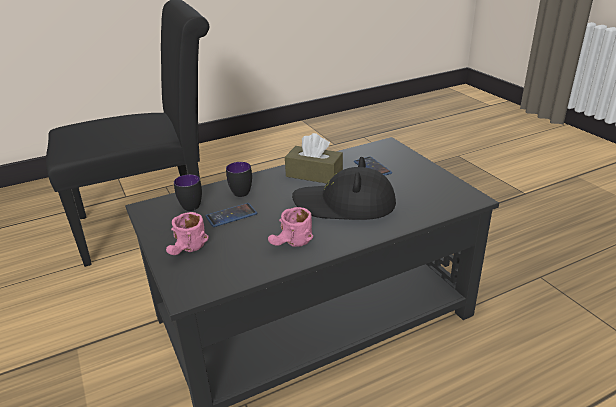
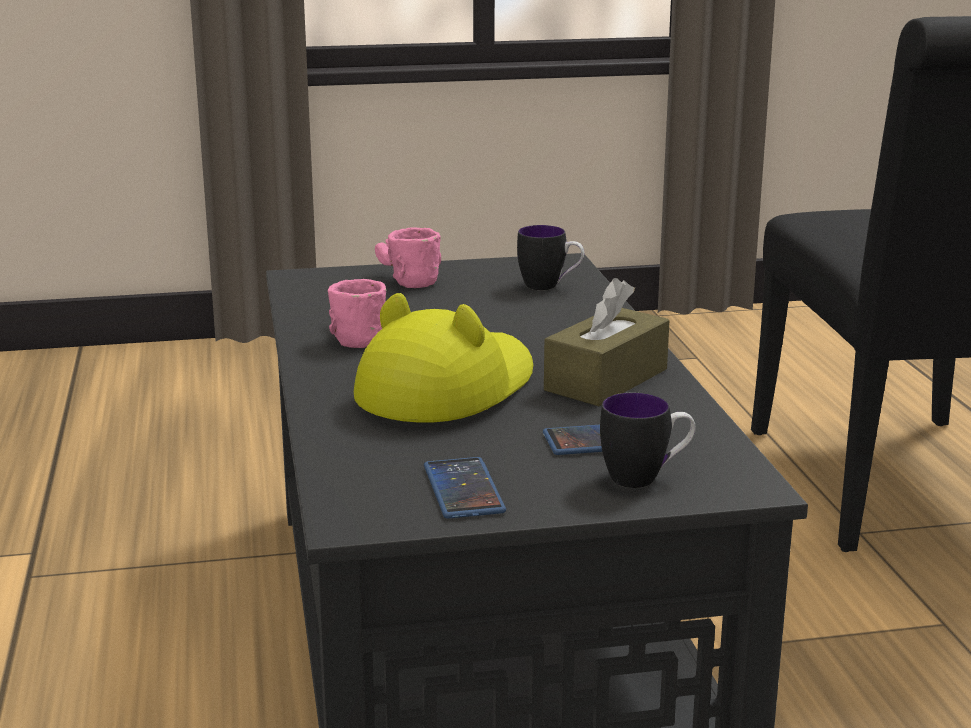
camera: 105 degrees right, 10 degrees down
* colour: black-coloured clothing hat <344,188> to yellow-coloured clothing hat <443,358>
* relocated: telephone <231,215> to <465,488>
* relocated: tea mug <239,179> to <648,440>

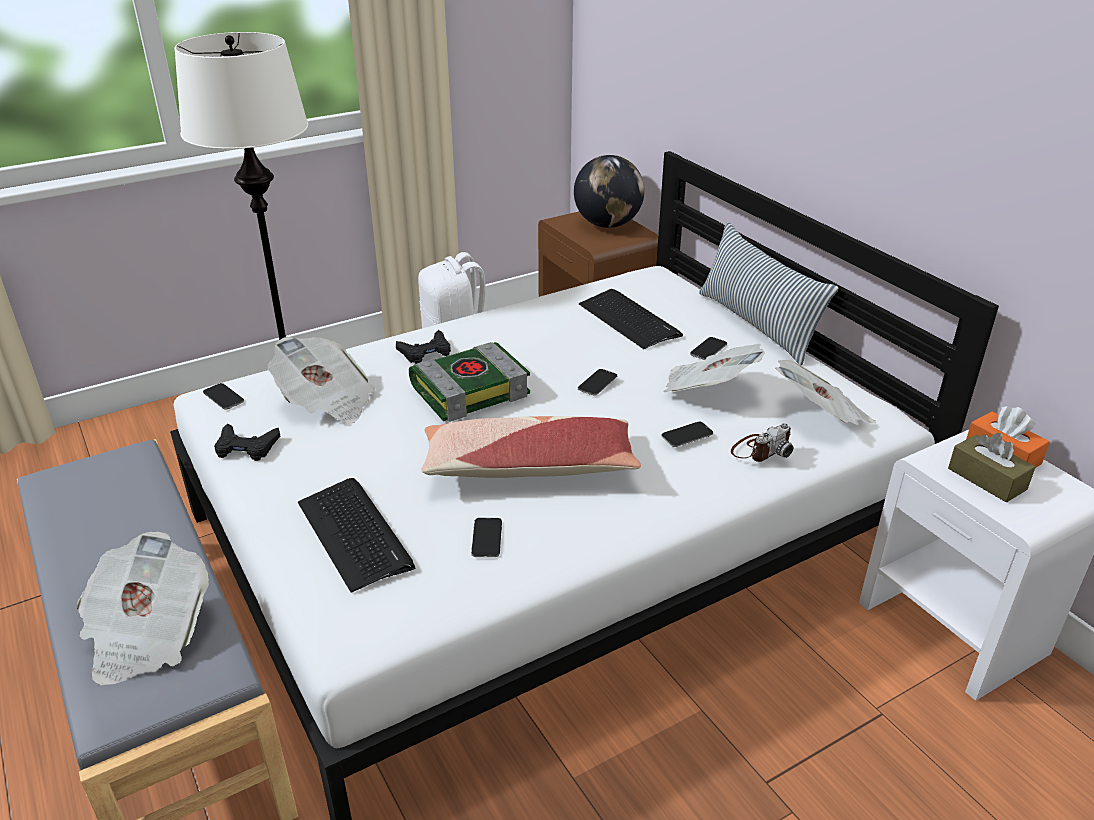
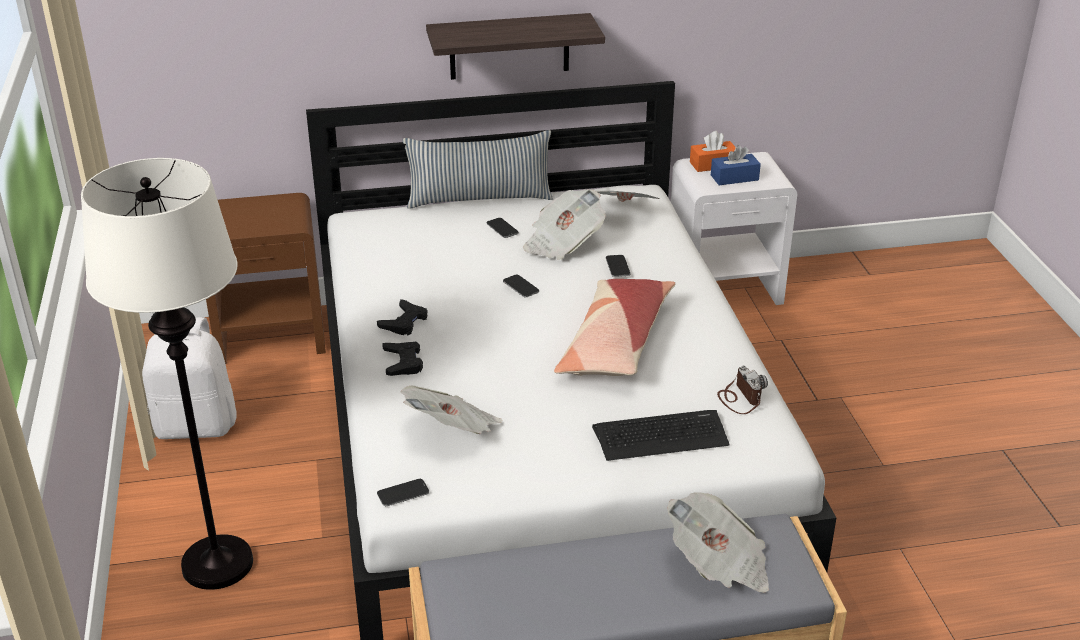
camera: 70 degrees left, 0 degrees up
* relocated: black-coloured gamepad <247,442> to <402,317>
* appeared: wall shelf <515,46>
* colour: brown tissue holder <992,467> to blue tissue holder <736,165>
* relocated: still camera <762,442> to <742,390>
* missing: bound book <469,382>
* missing: telephone <486,537>
* missing: desk globe <609,191>
* missing: keyboard <631,319>

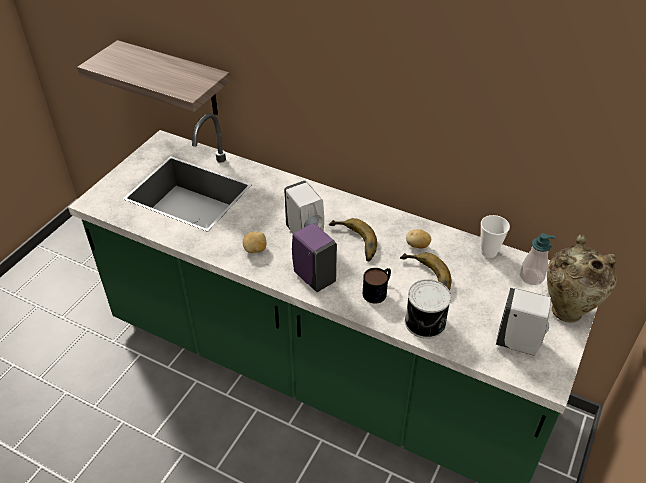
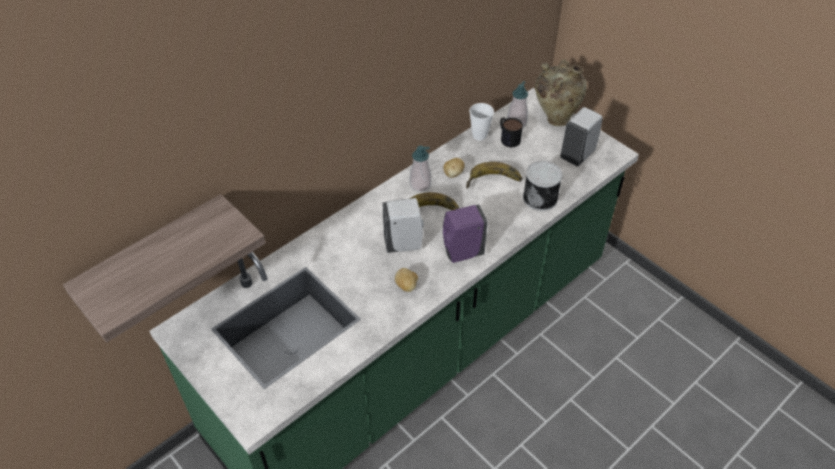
camera: 70 degrees left, 5 degrees up
* appeared: soap dispenser <420,168>
* relocated: tea mug <377,286> to <511,132>

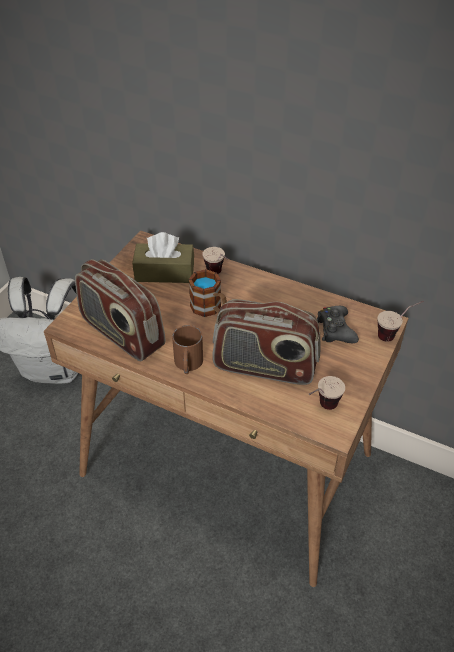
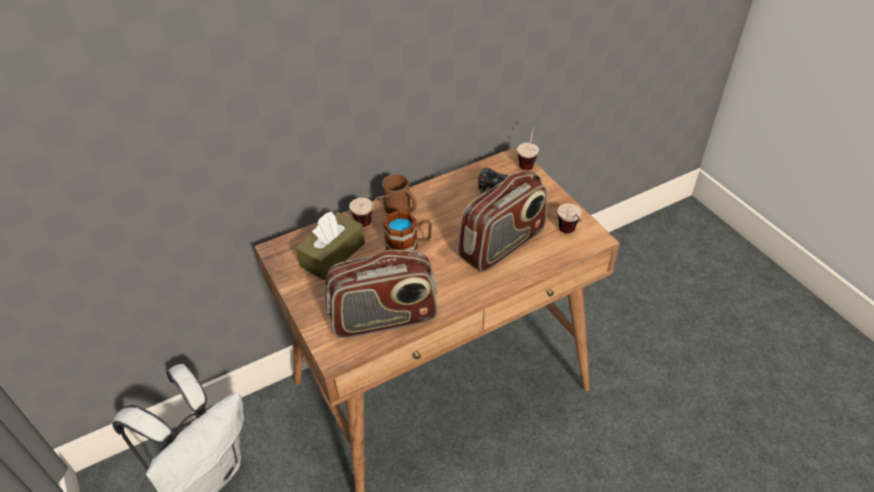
camera: 55 degrees left, 0 degrees up
* relocated: brown tea mug <187,349> to <399,194>

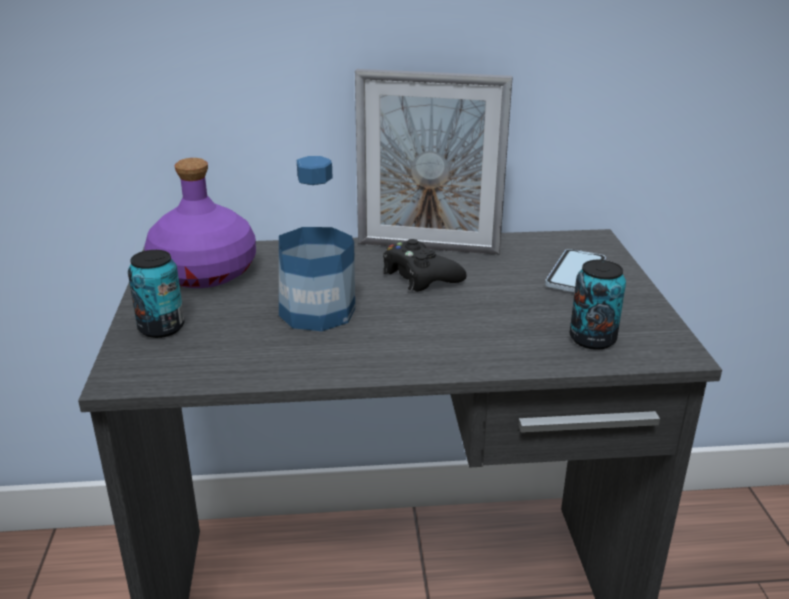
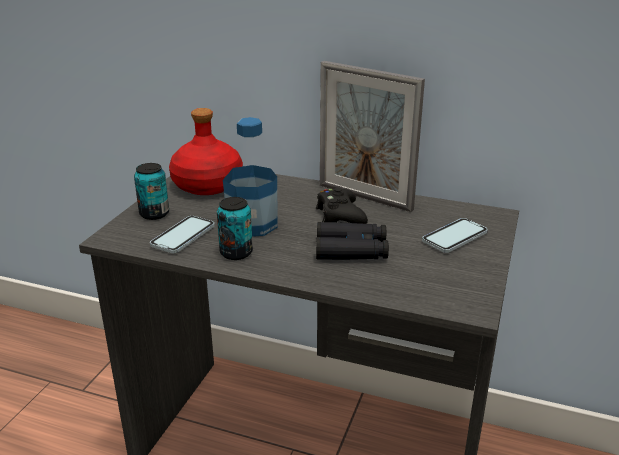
camera: 25 degrees right, 0 degrees up
* appeared: telephone <182,234>
* colour: purple bottle <200,223> to reddish bottle <206,151>
* relocated: sealed can <597,305> to <235,228>
* appeared: black-coloured binoculars <352,241>

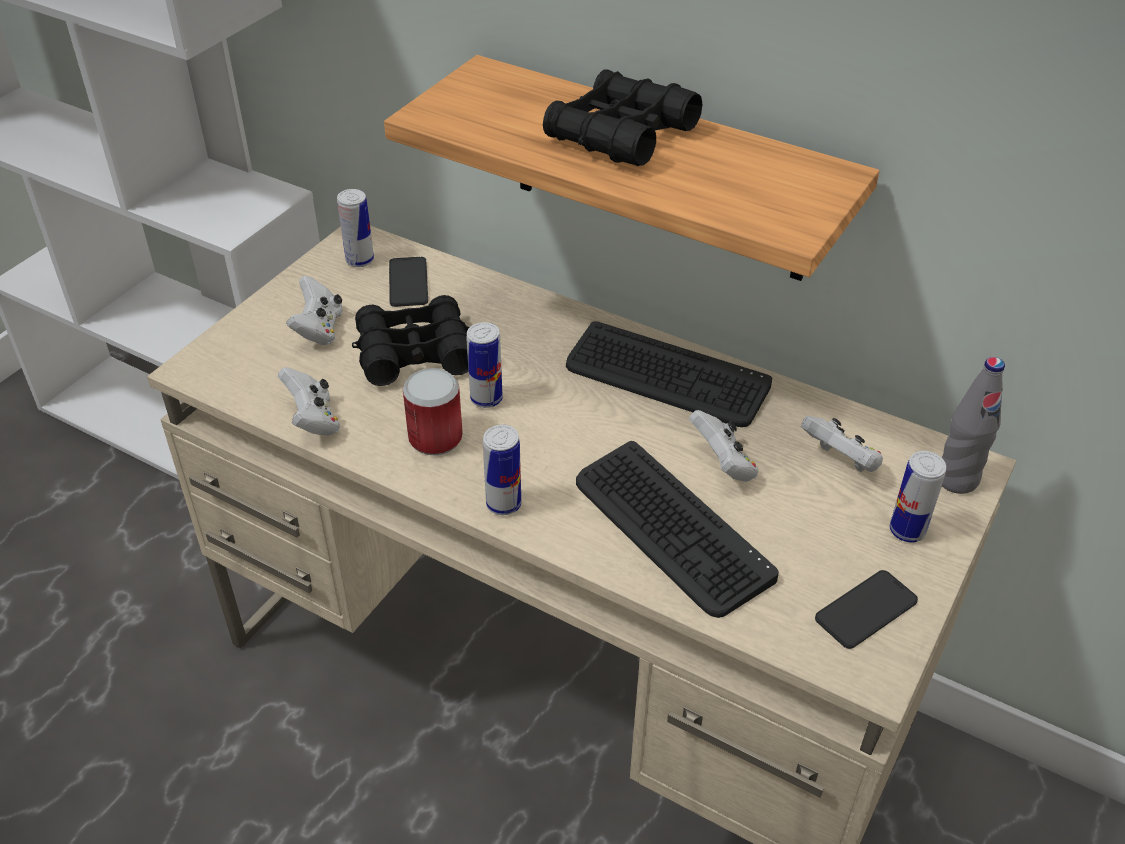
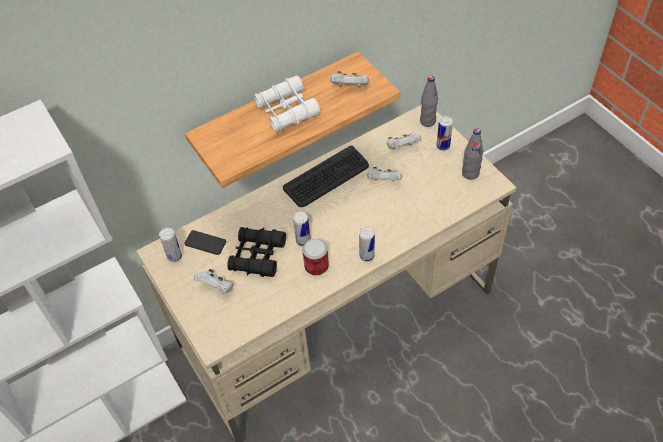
camera: 60 degrees left, 10 degrees up
* colour: black-coloured binoculars <622,117> to whitish binoculars <287,104>
* relocated: whitish gamepad <309,401> to <349,79>
* exchanged: telephone <866,609> to grey bottle <472,154>
* missing: keyboard <677,529>

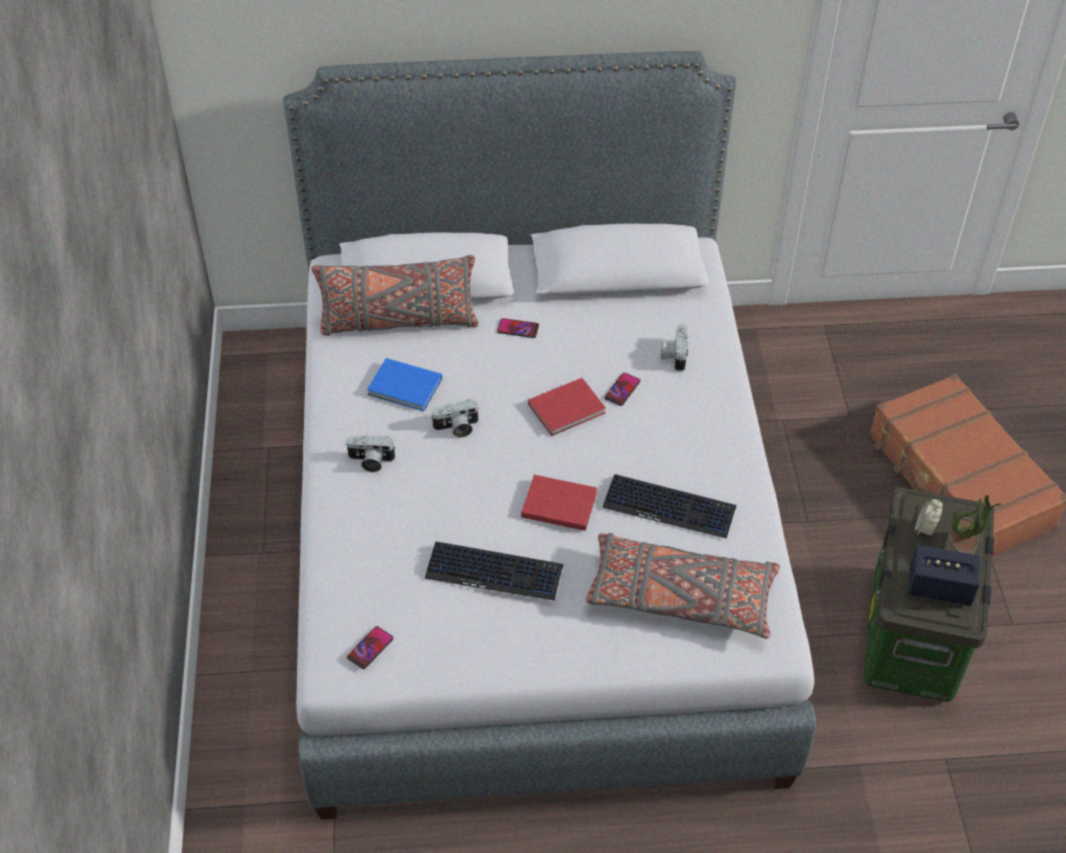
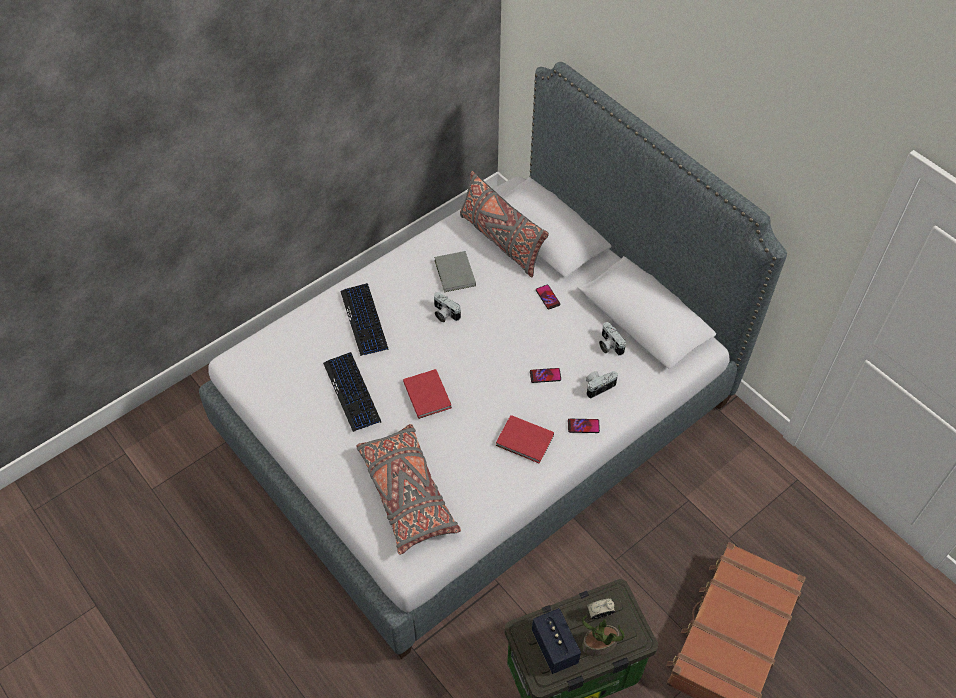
camera: 55 degrees right, 5 degrees up
* relocated: keyboard <669,506> to <364,319>
* colour: blue bound book <404,384> to grey bound book <455,271>
* relocated: reddish bound book <567,407> to <525,439>
* relocated: telephone <370,647> to <584,426>
* relocated: still camera <370,453> to <612,339>

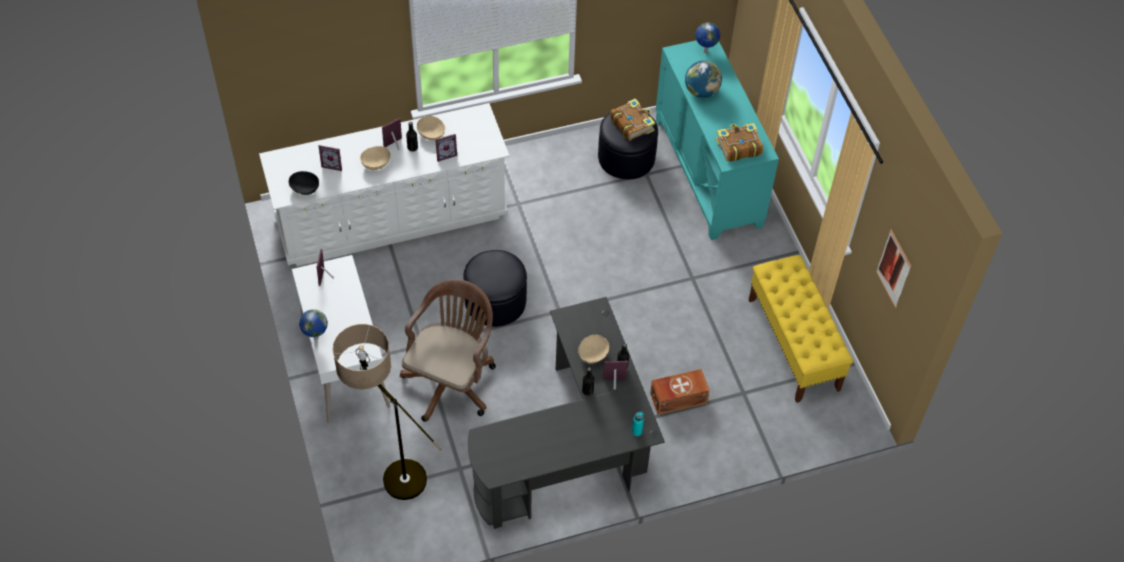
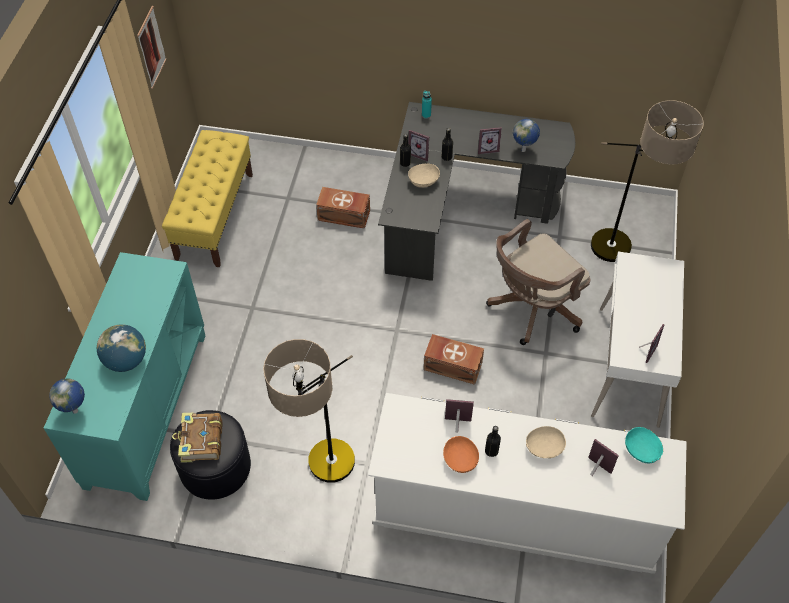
camera: 150 degrees left, 0 degrees up
* appeared: standing lamp <309,411>
* exchanged: black-coloured pouffe <495,288> to brown storage bin <453,359>
* colour: beige-coloured bowl <431,128> to orange-coloured bowl <461,454>
* relocated: standing frame <392,134> to <490,140>
* relocated: desk globe <313,324> to <526,135>
* colour: black-coloured bowl <304,183> to blue-green bowl <644,445>
* missing: bound book <739,142>

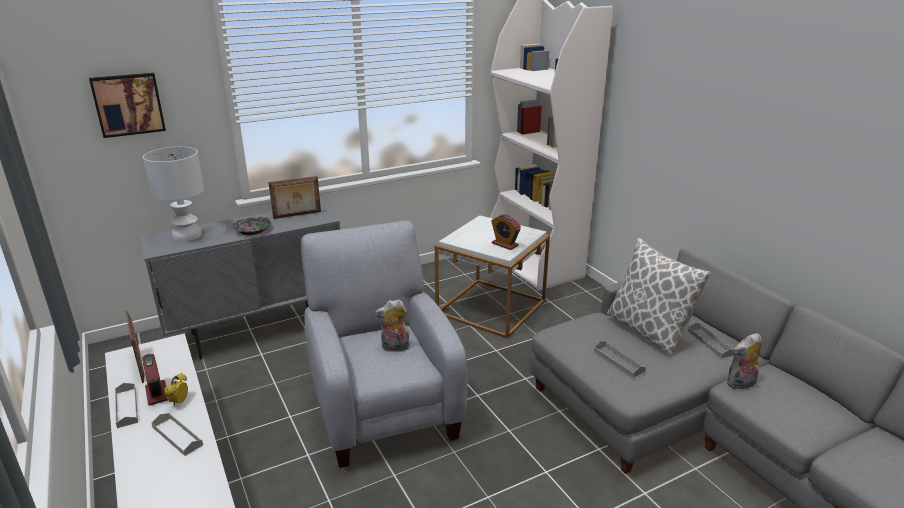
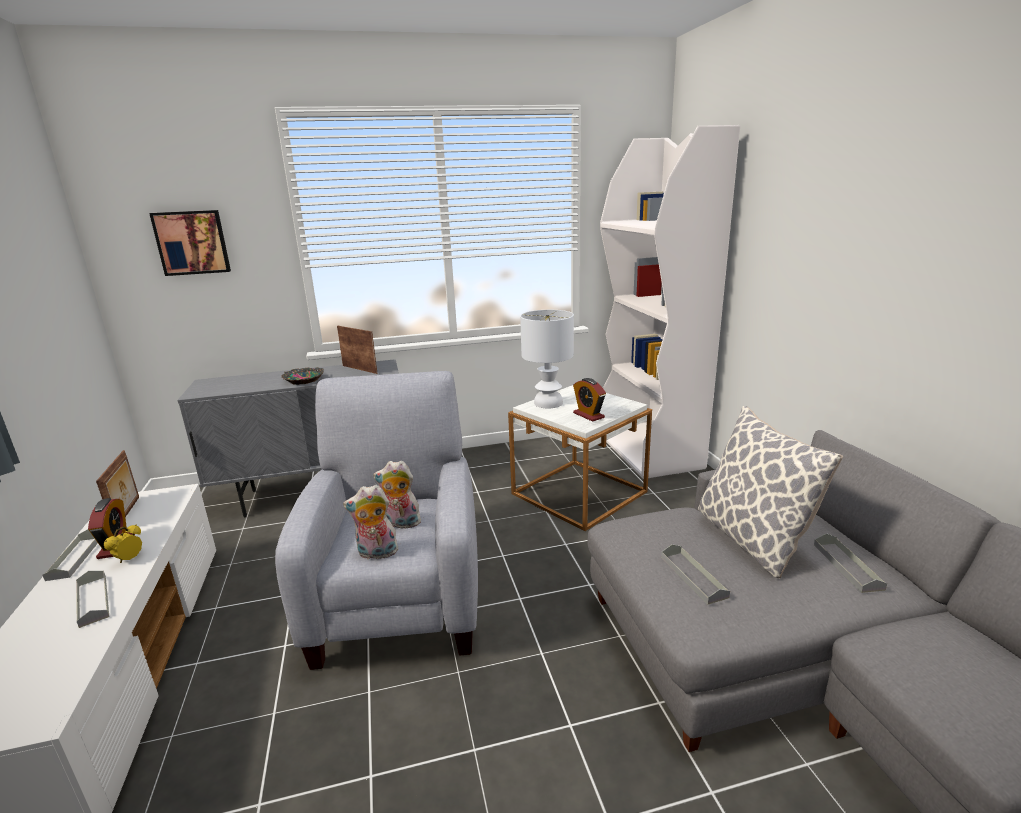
camera: 15 degrees right, 5 degrees down
* spun: standing frame <294,197> = <357,350> 135 degrees counterclockwise
* relocated: plush toy <744,361> to <370,522>
* relocated: whitish lamp for a table <173,194> to <547,359>

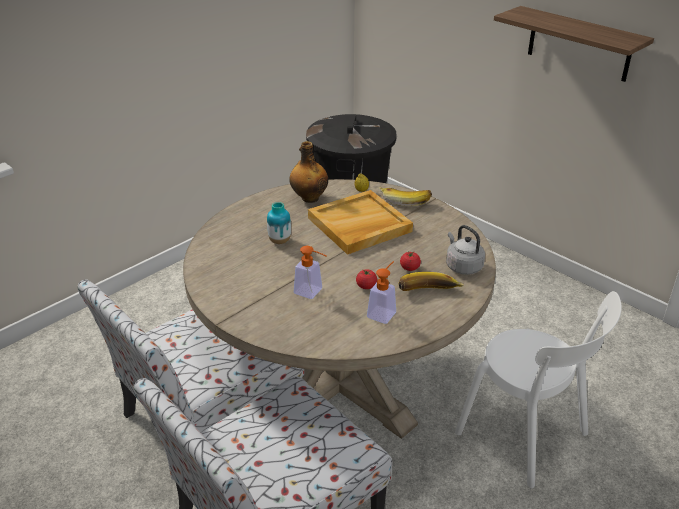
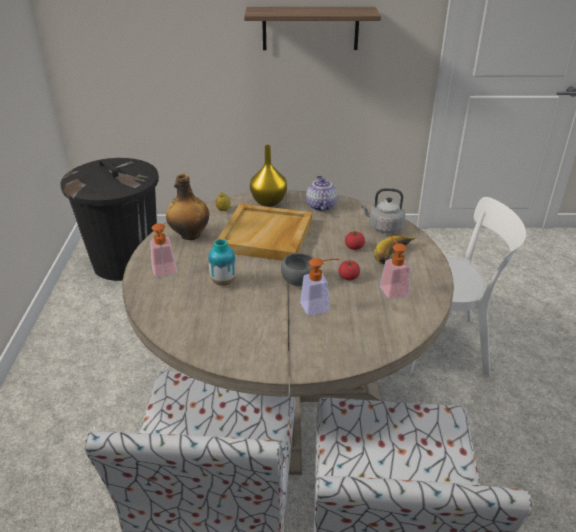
camera: 45 degrees left, 0 degrees up
* appeared: soap dispenser <163,250>
* exchanged: banana <405,196> to yellow-coloured decorative vase <268,176>
* appeared: grey bowl <297,269>
* appeared: teapot <321,193>

